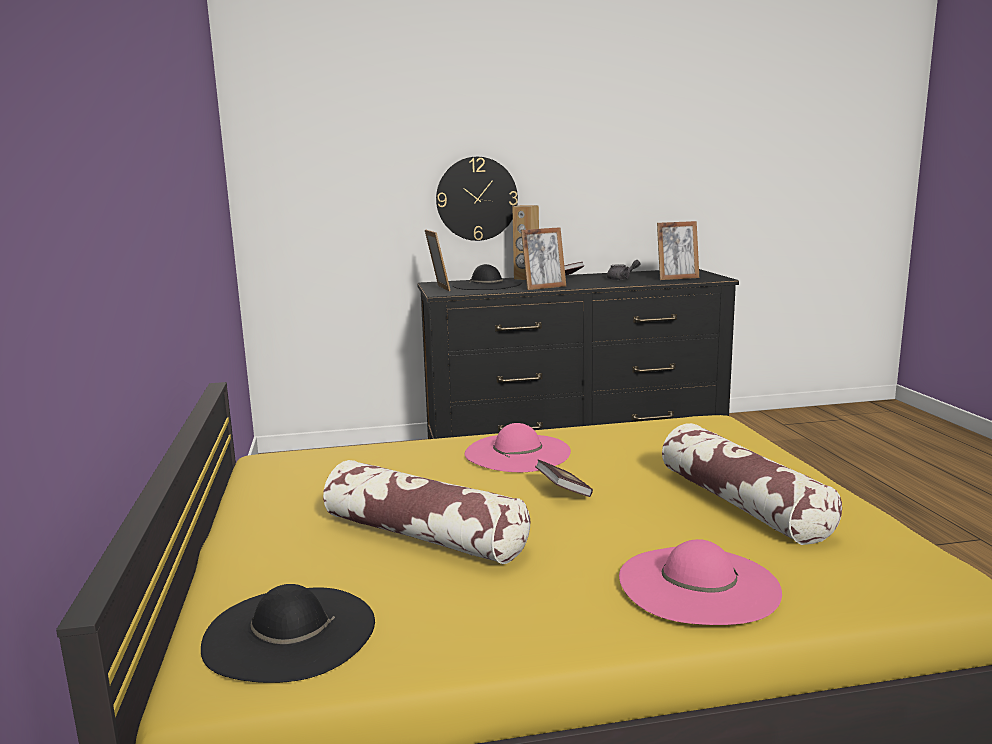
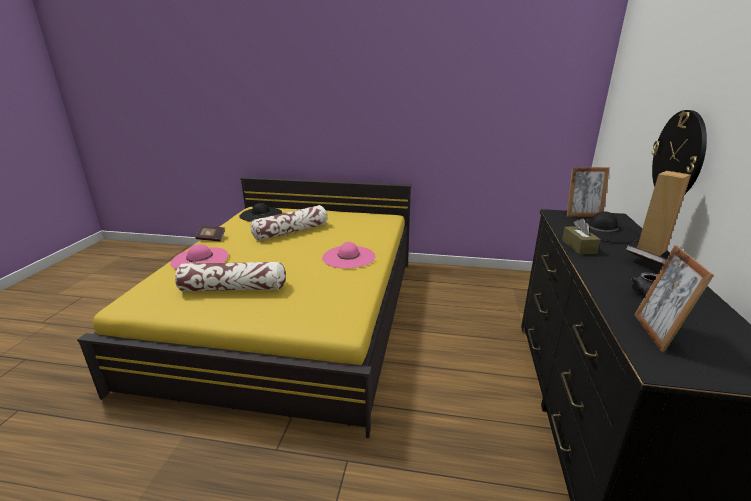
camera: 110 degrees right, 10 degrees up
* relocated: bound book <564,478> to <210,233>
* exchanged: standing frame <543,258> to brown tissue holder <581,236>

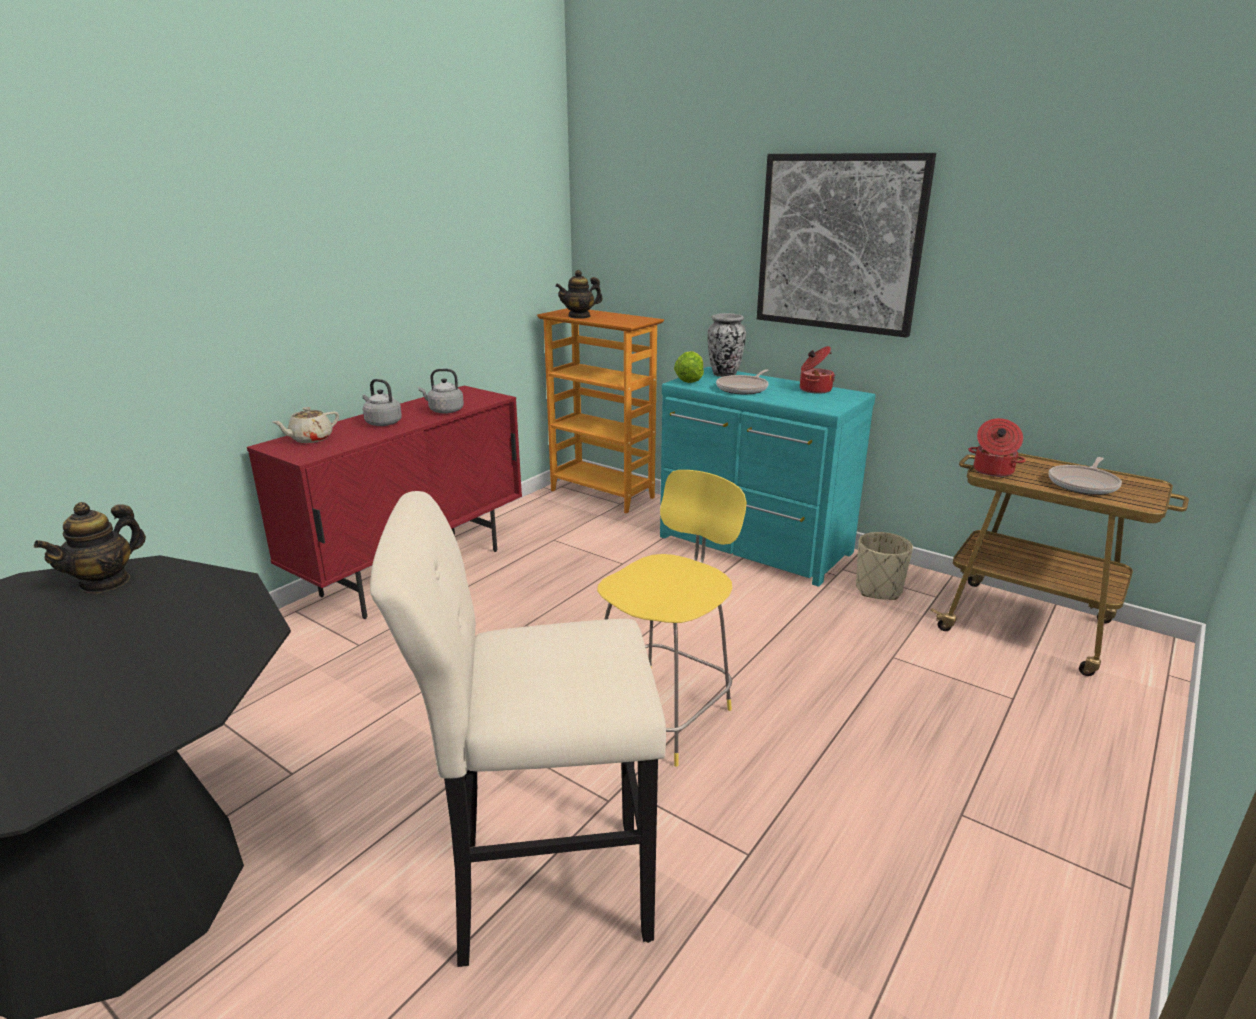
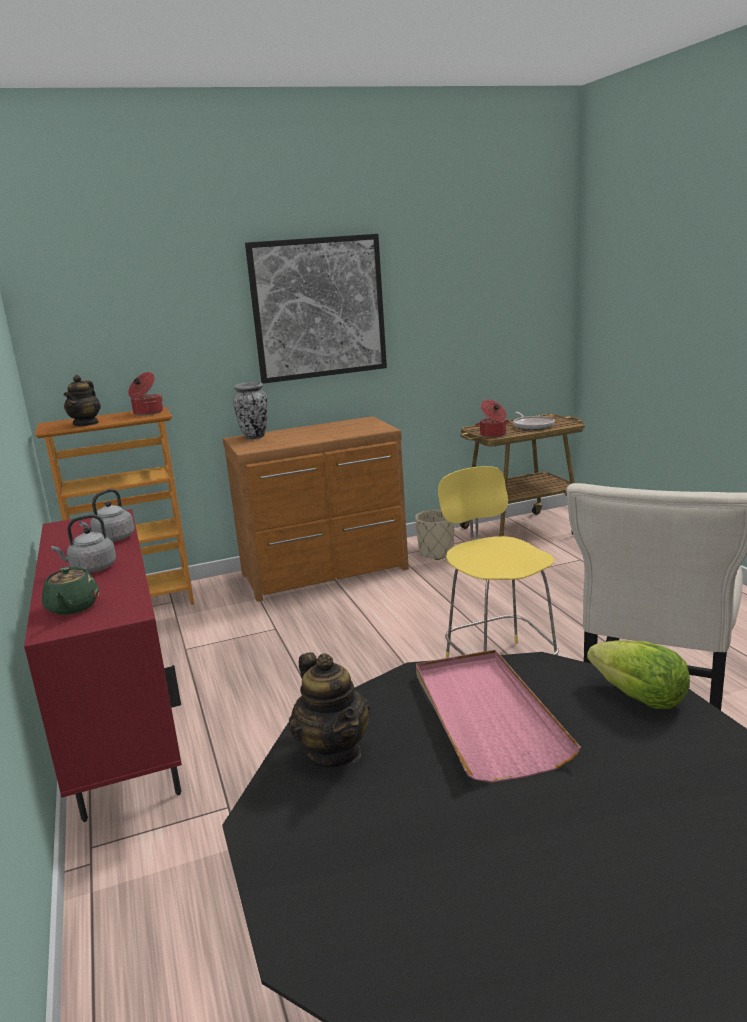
camera: 55 degrees left, 5 degrees down
* colour: beige-coloured teapot <306,425> to greenish teapot <70,590>
* relocated: saucepot <817,370> to <145,394>
* colour: blue-green chest of drawers <768,477> to brown chest of drawers <316,509>
* appeared: pink carrying tray <498,716>
* relocated: lettuce <689,367> to <638,674>
* missing: skillet <742,382>

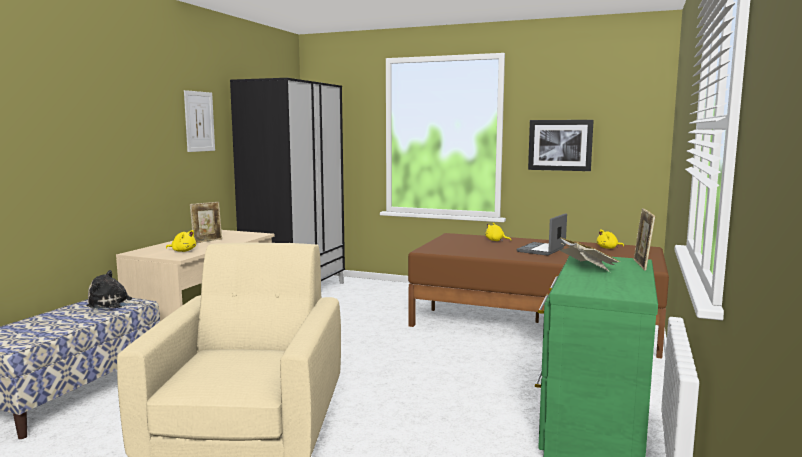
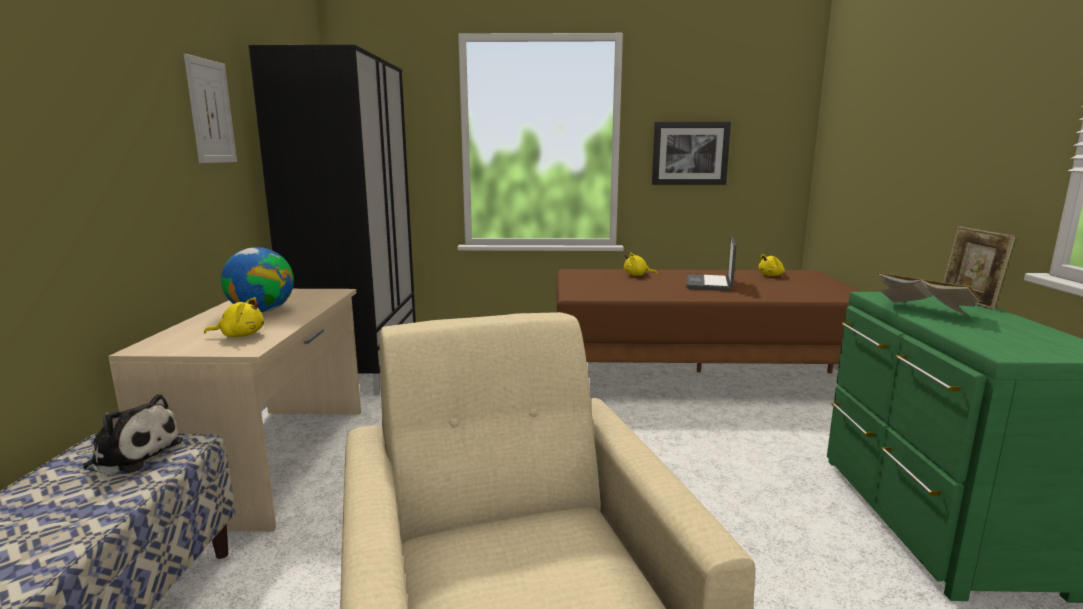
camera: 20 degrees left, 5 degrees up
* spun: plush toy <115,289> = <130,434> 150 degrees counterclockwise
* exchanged: standing frame <206,222> to desk globe <257,280>

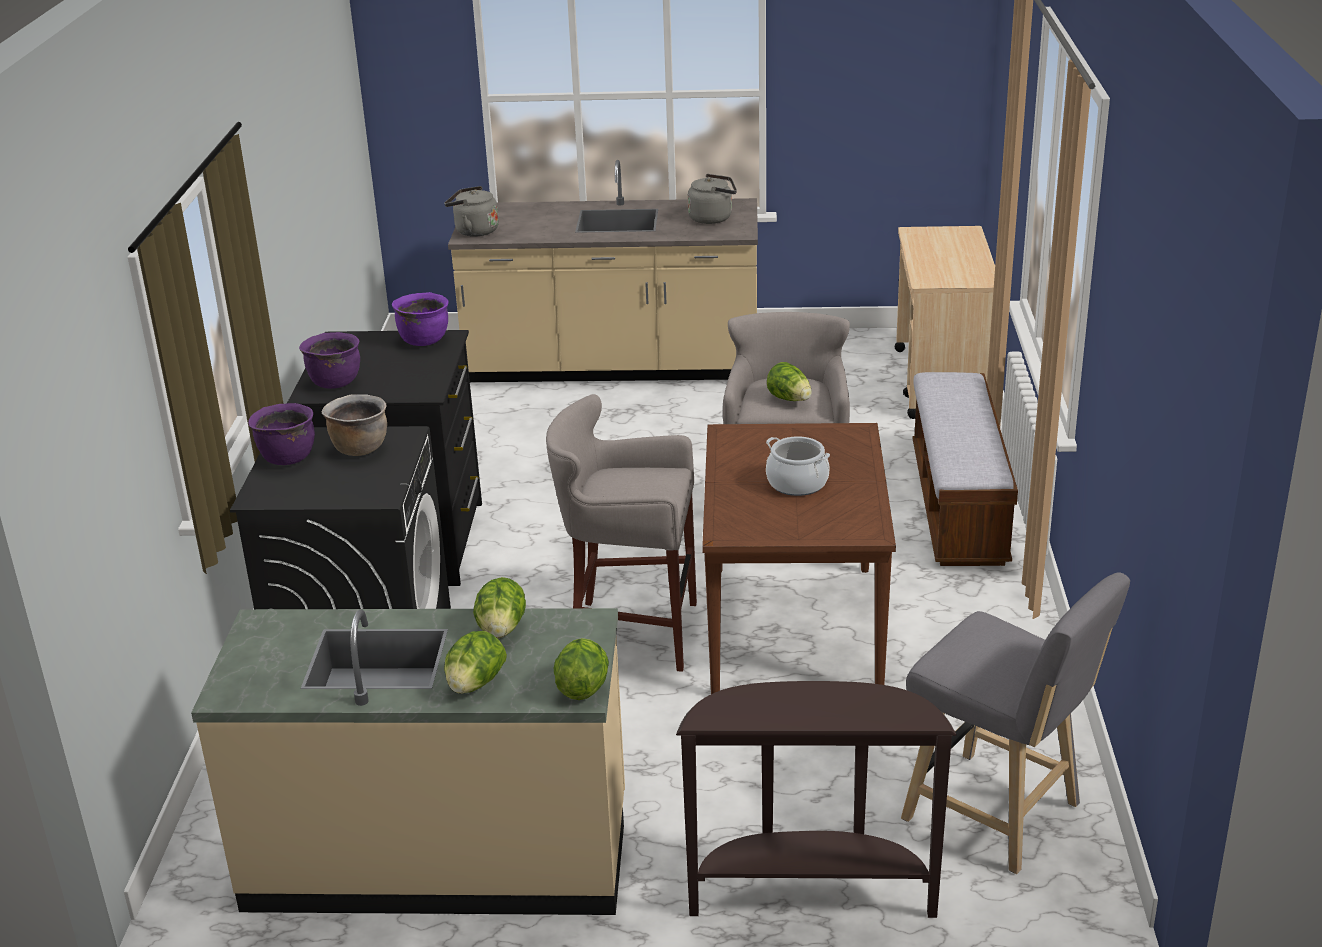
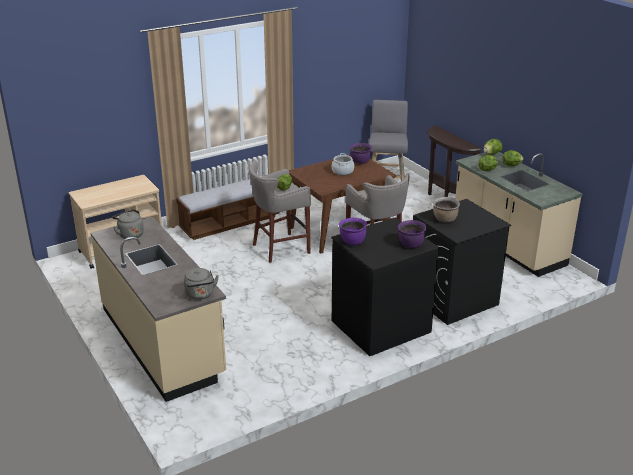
camera: 125 degrees left, 0 degrees up
* relocated: purple saucepot <281,434> to <361,153>

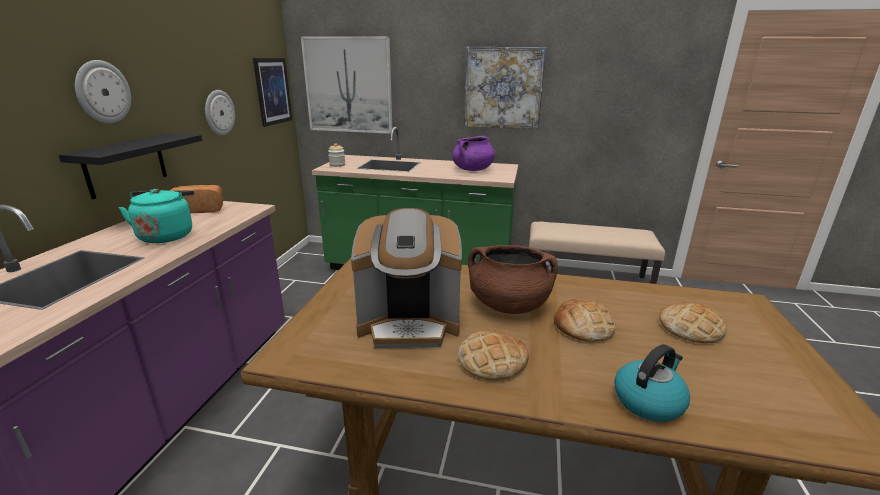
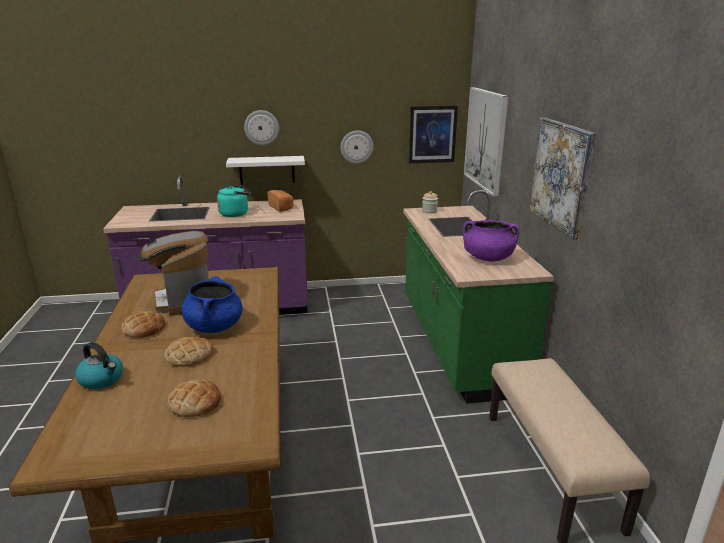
camera: 70 degrees right, 0 degrees up
* colour: brown saucepot <513,279> to blue saucepot <211,304>
* colour: black-coloured wall shelf <130,166> to whitish wall shelf <265,170>

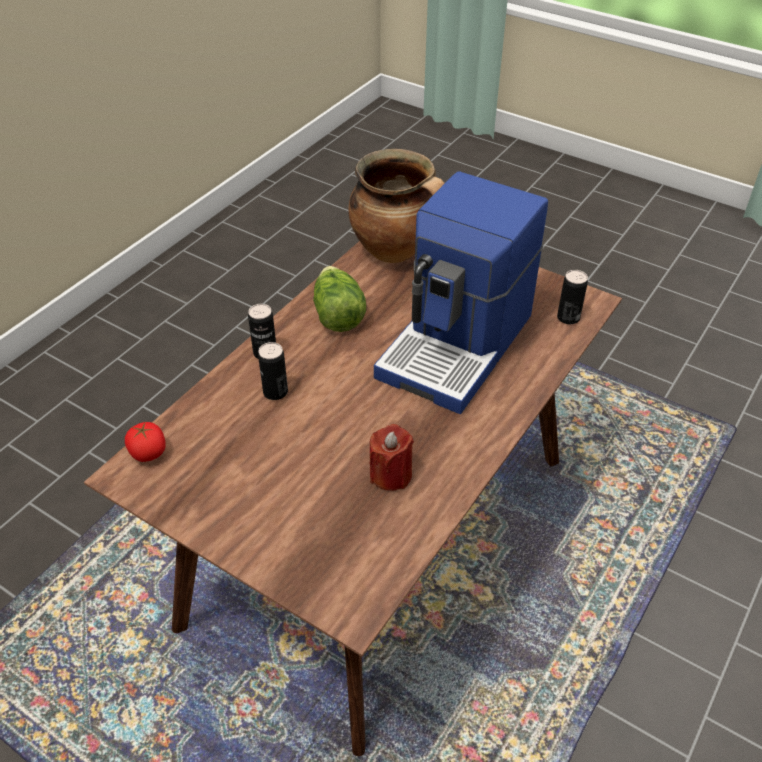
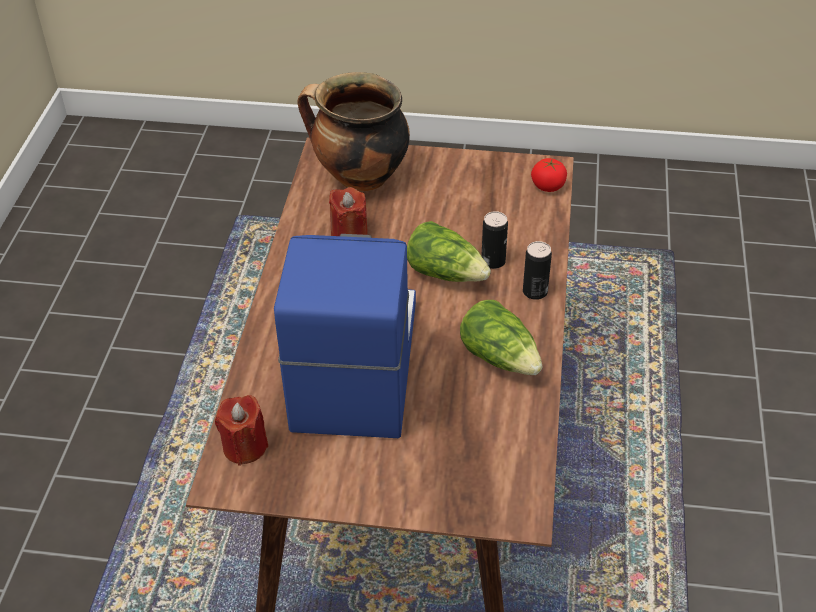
camera: 155 degrees right, 0 degrees up
* exchanged: sealed can <572,297> to reddish wax light <242,430>
* relocated: saucepot <396,206> to <353,131>
* appeared: lettuce <449,251>

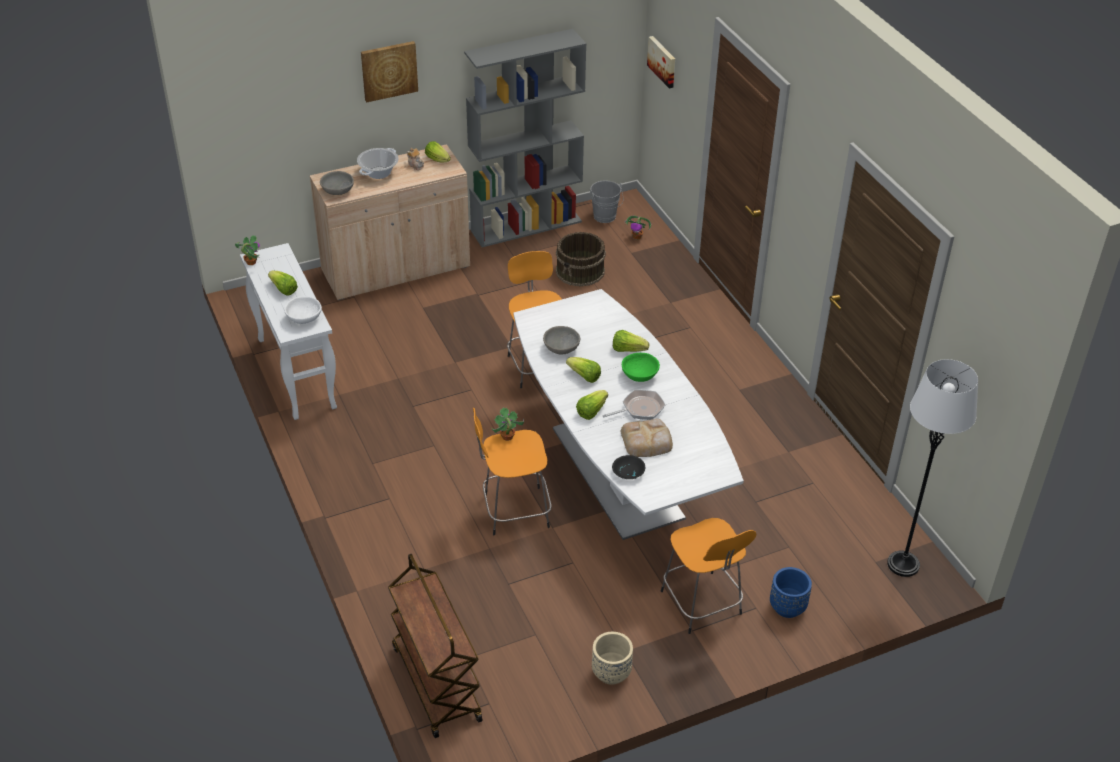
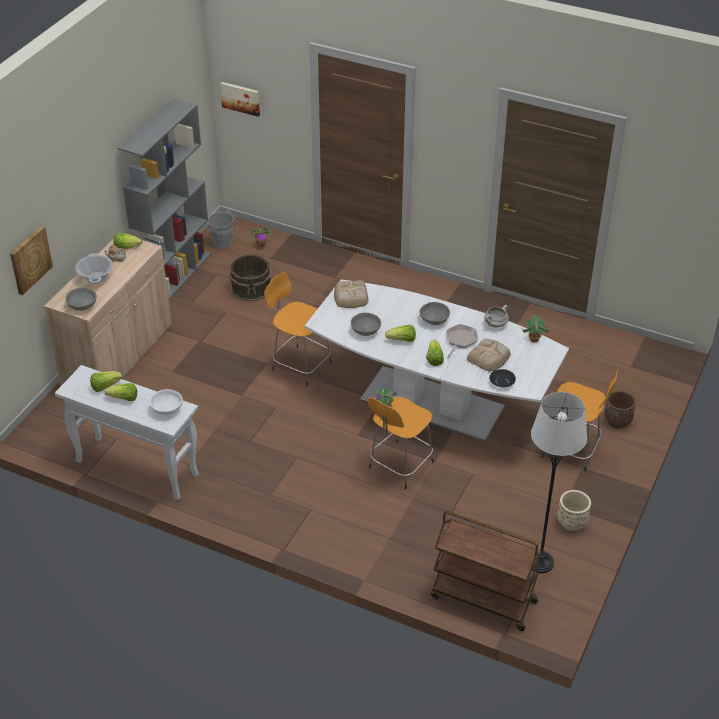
camera: 40 degrees left, 0 degrees up
* relocated: wall picture <389,71> to <31,260>
* relocated: lettuce <631,341> to <106,381>
* appeared: bakery bread <351,294>
* colour: greenish bowl <641,367> to grey bowl <434,313>
* appeared: whitish saucepot <496,316>
* relocated: potted plant <247,250> to <535,329>
* relocated: whitish standing lamp <932,468> to <559,482>
* colour: blue plant pot <791,592> to brown plant pot <620,409>

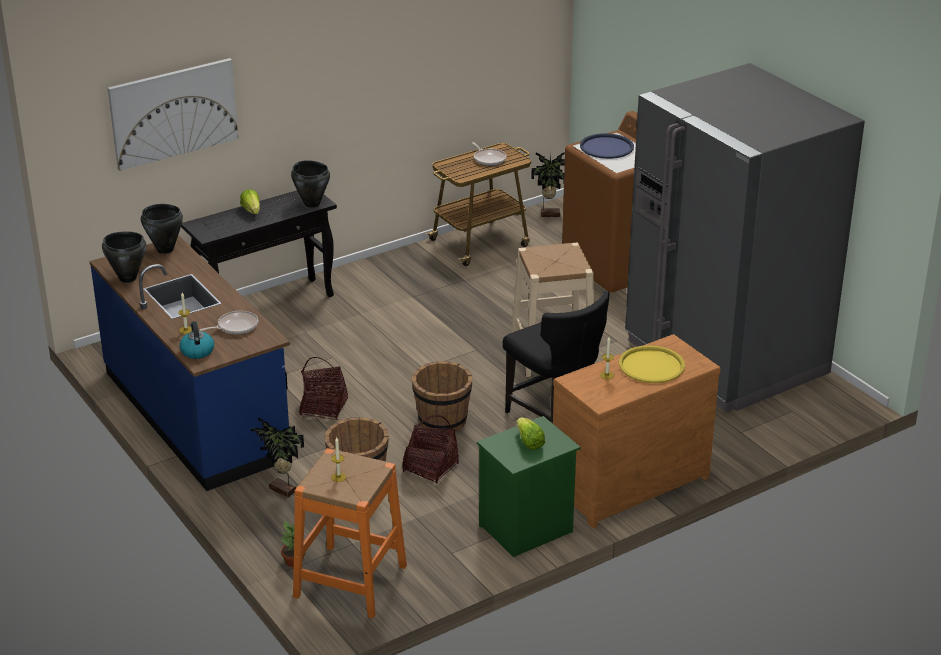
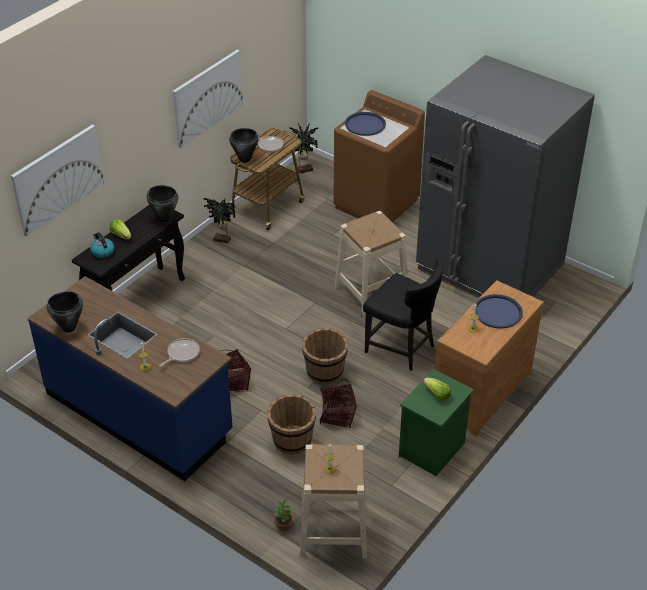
camera: 20 degrees left, 10 degrees up
* relocated: kettle <197,340> to <102,245>
* appeared: wall picture <208,99>
* relocated: potted plant <277,457> to <219,220>
* relocated: black-coloured saucepot <162,229> to <244,145>
* colour: orange-coloured stool <350,533> to beige-coloured stool <333,501>
* colour: yellow-coloured carrying tray <652,364> to blue carrying tray <499,311>

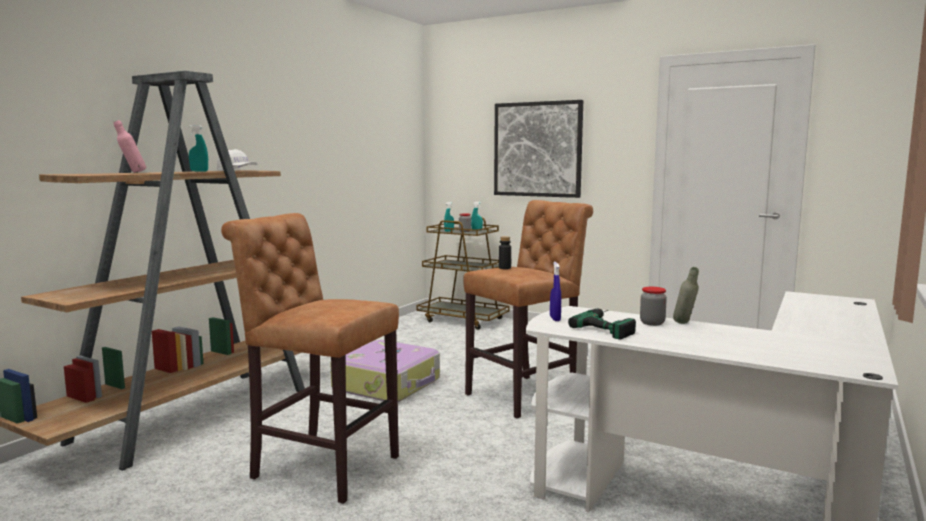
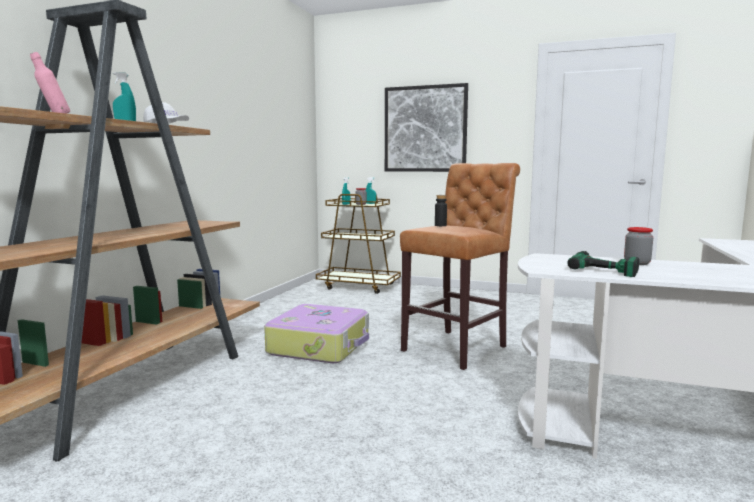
camera: 10 degrees left, 0 degrees up
* missing: brown stool <310,358>
* missing: blue sprayer <555,291>
* missing: grey bottle <686,295>

